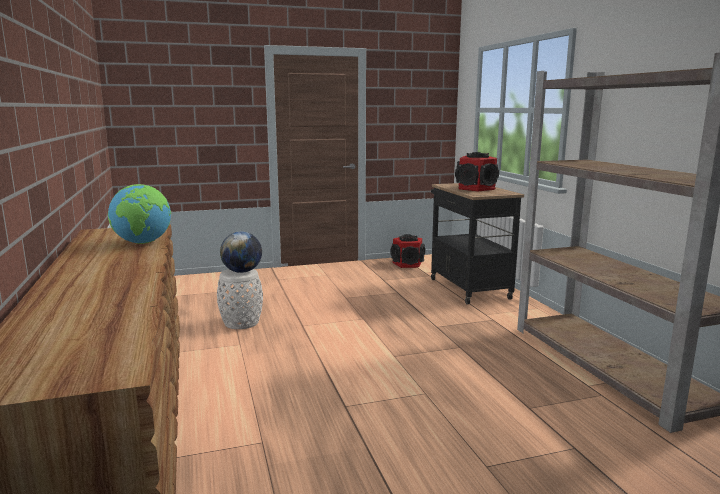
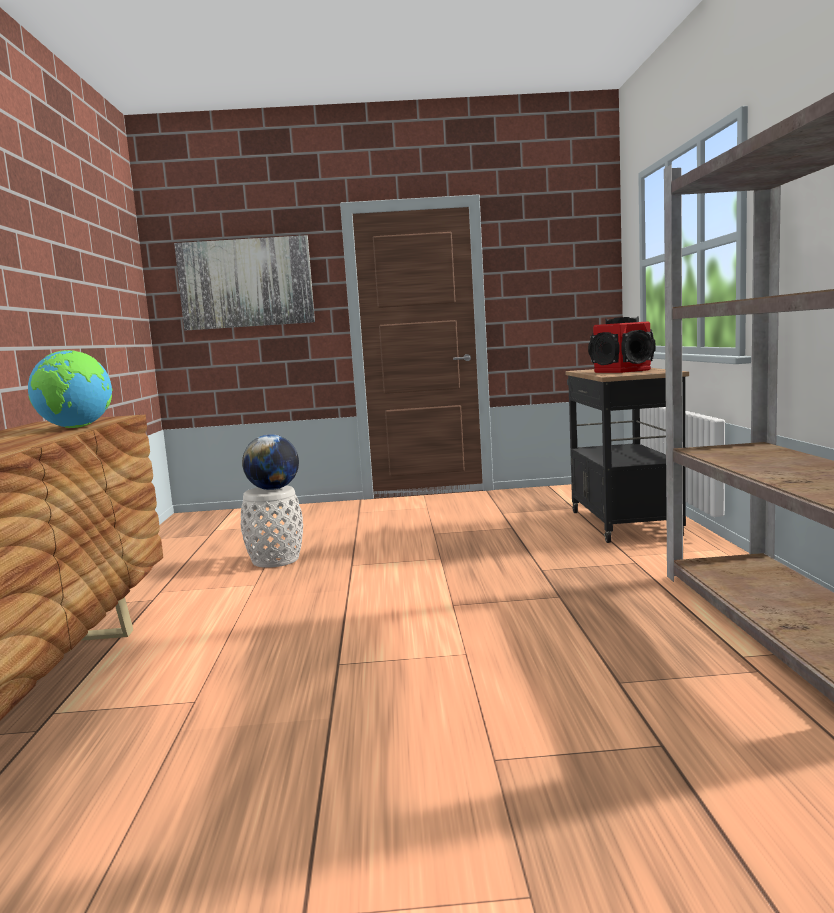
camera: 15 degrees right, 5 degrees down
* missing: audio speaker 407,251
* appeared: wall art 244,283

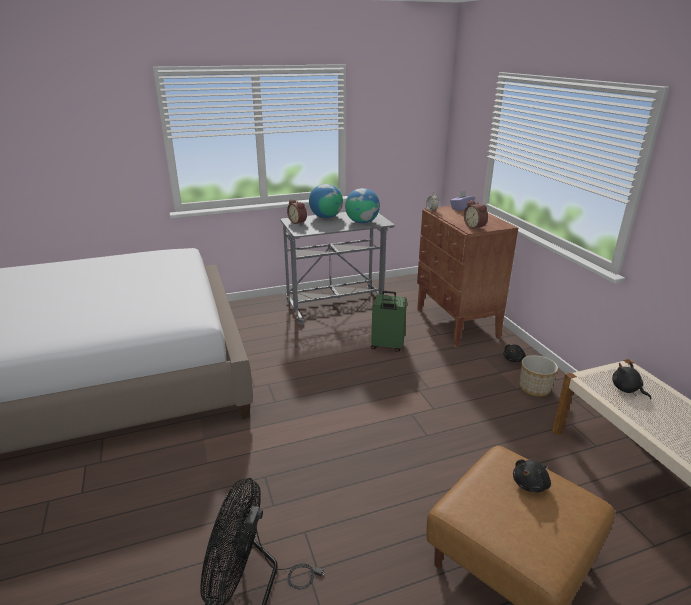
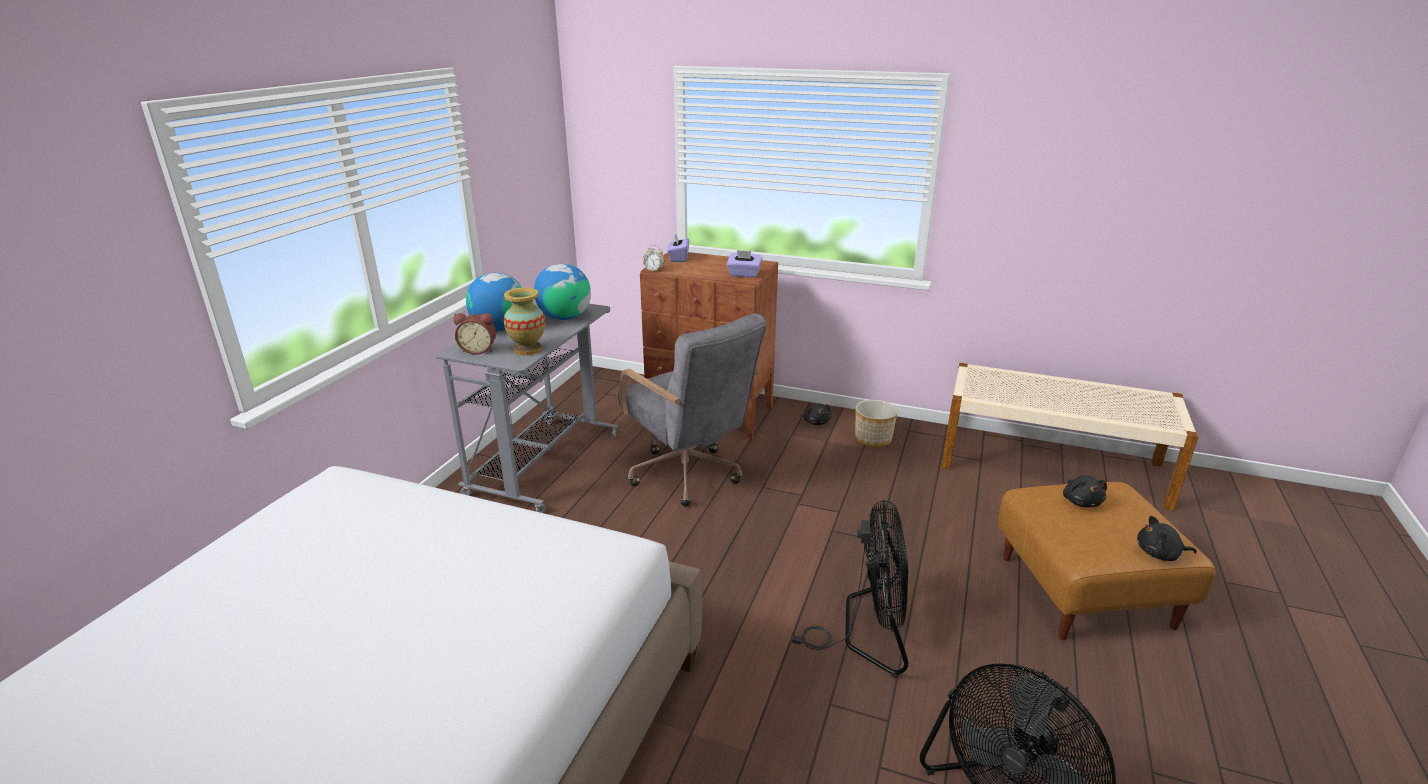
camera: 50 degrees left, 0 degrees up
* exchanged: suitcase (green-coloured) 389,321 to office chair (greyish) 692,409
* exchanged: table clock 476,215 to tissue box (purplish) 745,264
* relocated: plush toy (black) 631,381 to 1167,538
* appeared: decorative vase 524,321
* appeared: fan (black) 850,589

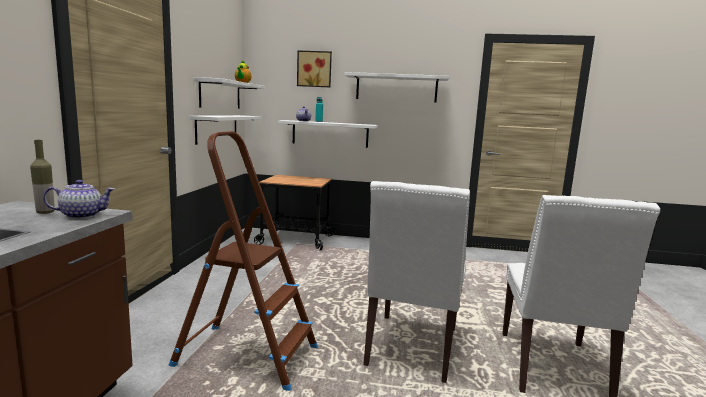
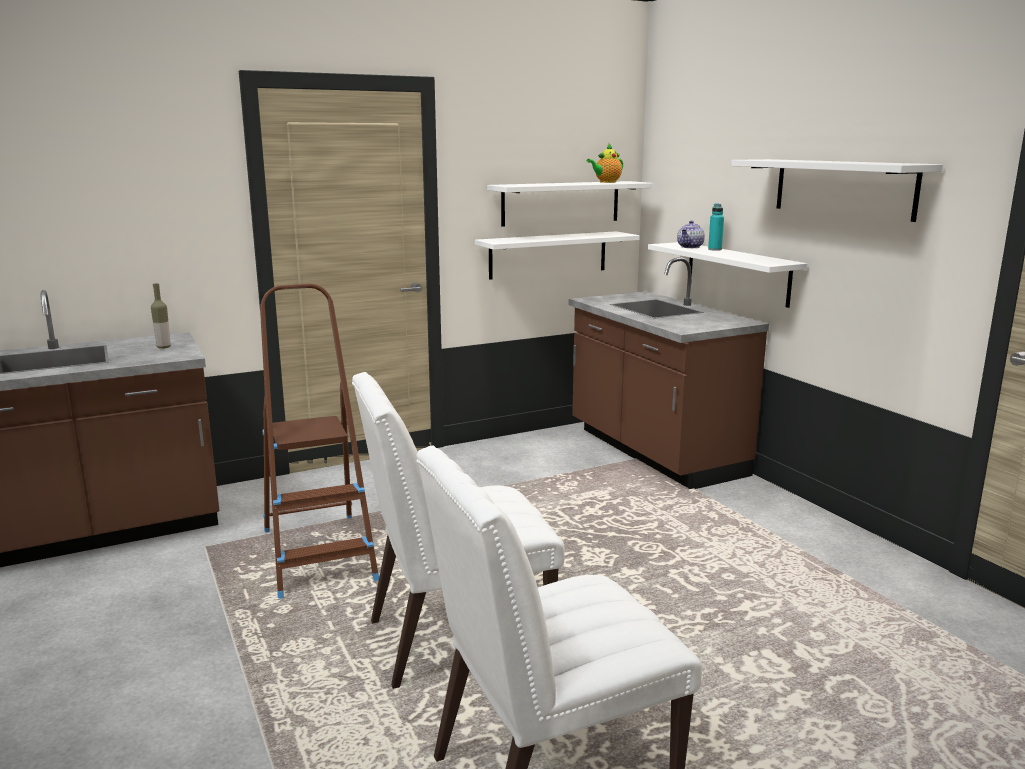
camera: 55 degrees right, 5 degrees up
* missing: tea pot 79,199
* exchanged: trolley 294,213 to kitchen base unit (brownish) 669,373
* missing: wall art 314,69

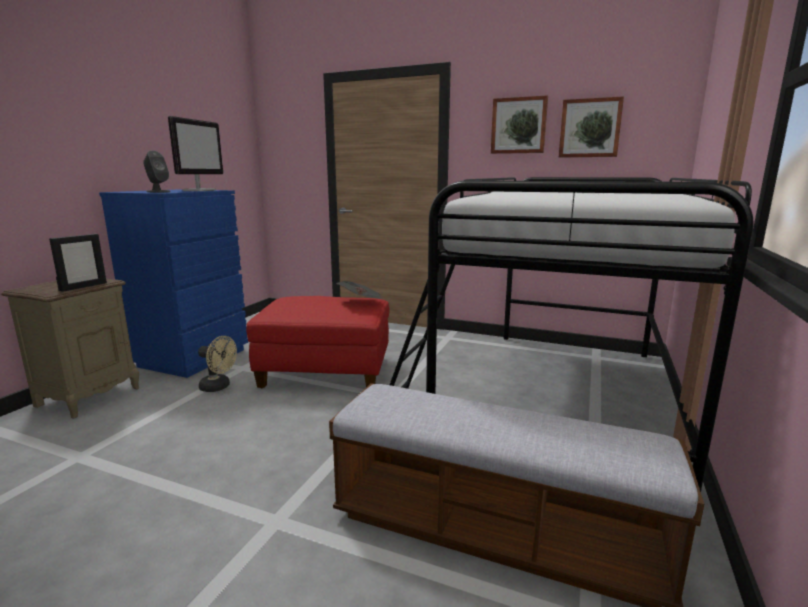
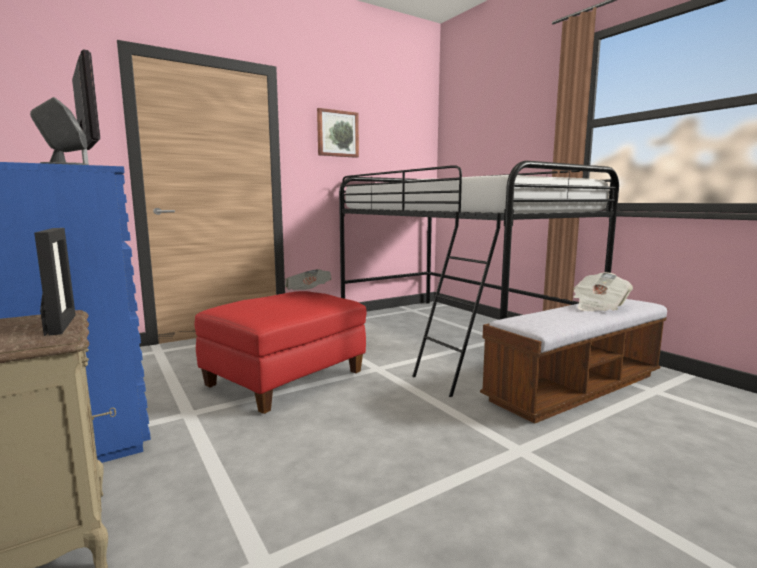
camera: 55 degrees left, 5 degrees down
* missing: fan (beige-coloured) 217,364
* missing: wall art 591,127
* appeared: newspaper 603,291

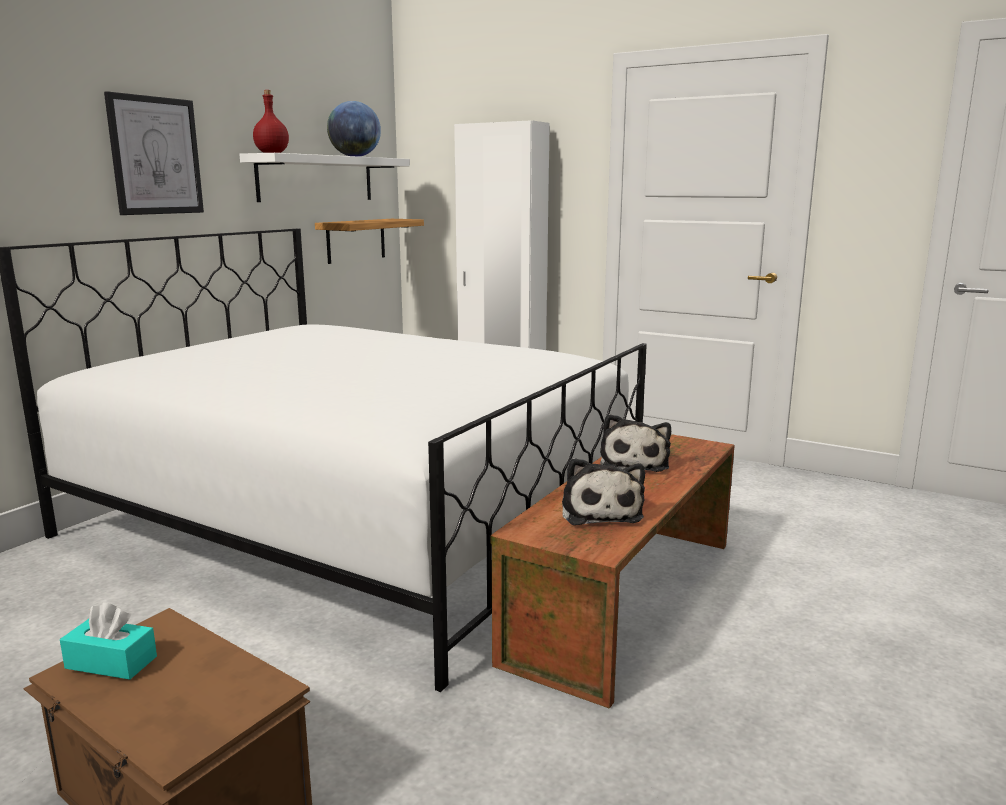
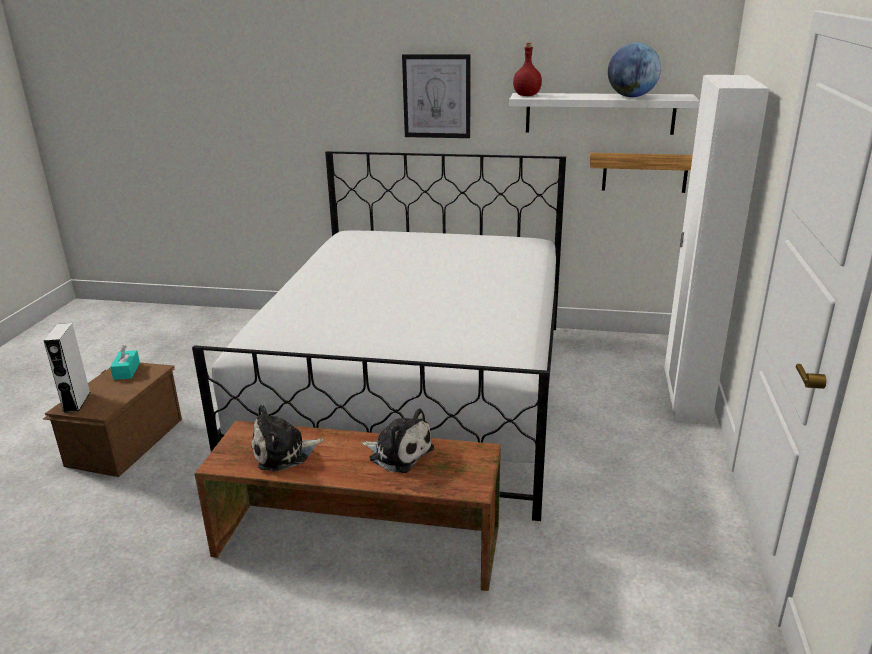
camera: 70 degrees right, 10 degrees up
* spun: plush toy 635,443 = 397,440 135 degrees counterclockwise
* appeared: audio speaker (white) 66,368

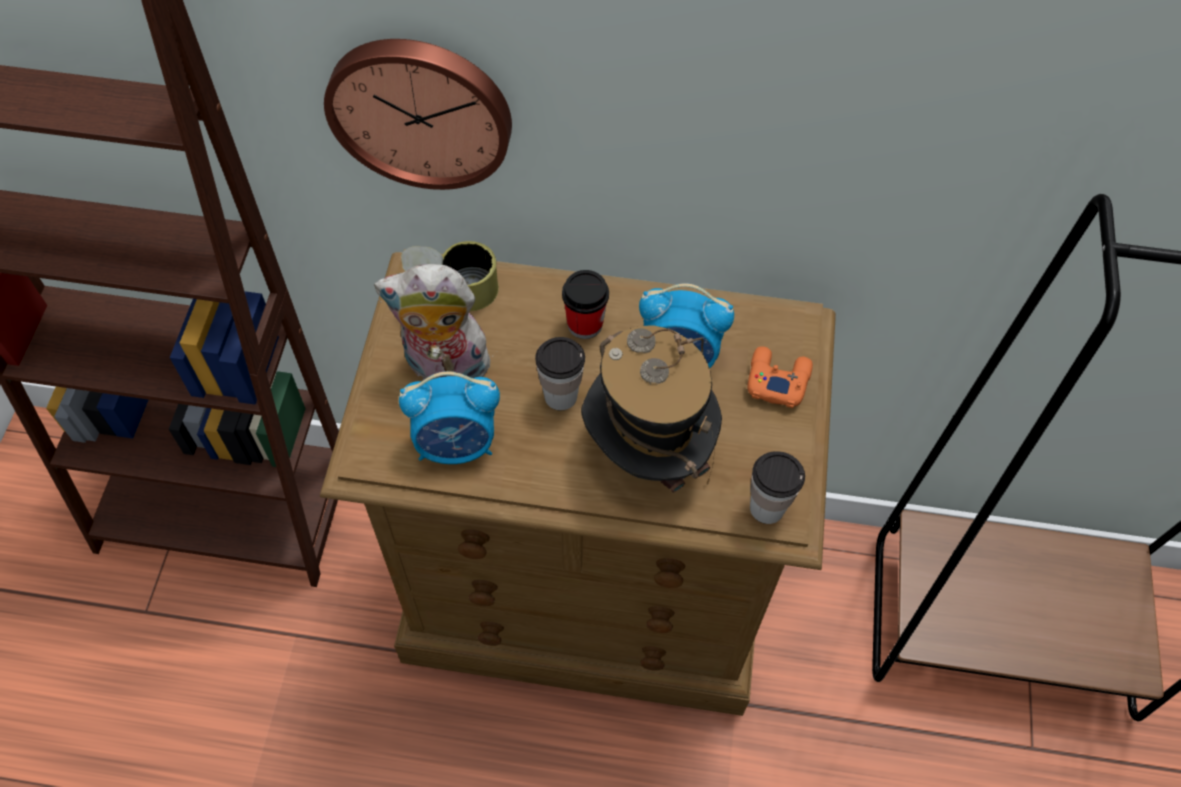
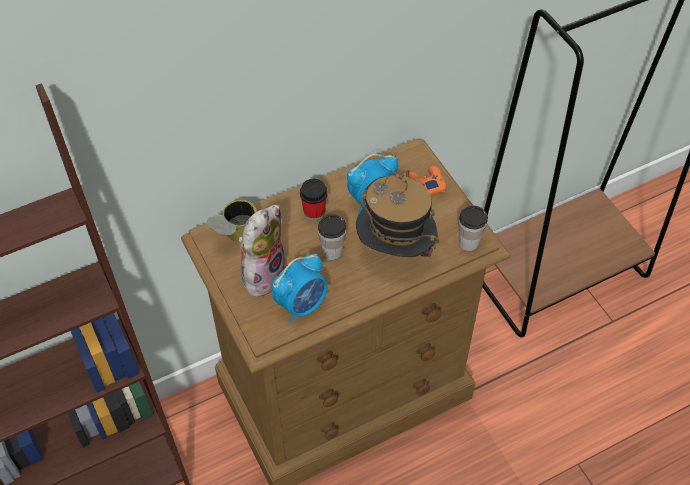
camera: 35 degrees left, 5 degrees down
* missing: clock on the wall 418,114
* spun: plush toy 434,322 = 261,251 150 degrees clockwise

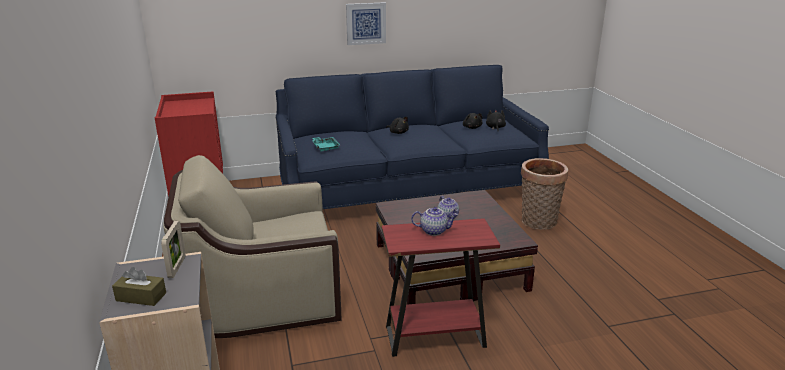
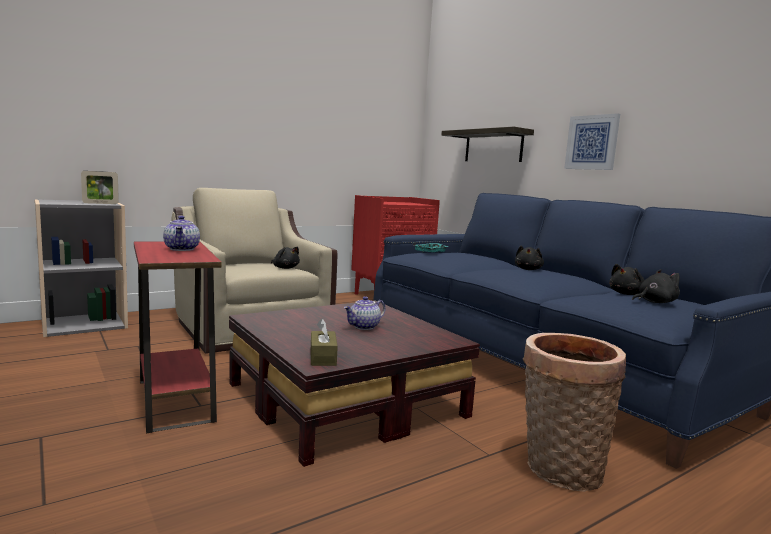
camera: 70 degrees right, 15 degrees down
* relocated: tissue box (brownish) 139,286 to 324,342
* appeared: plush toy (black) 285,258
* appeared: shelf 487,144

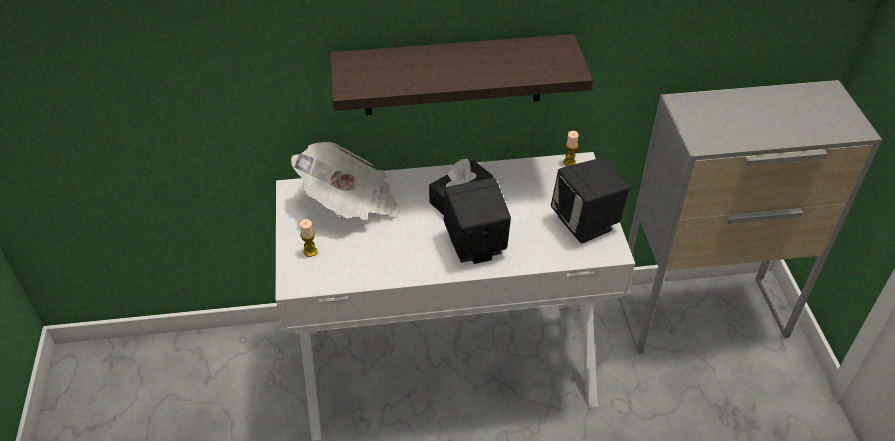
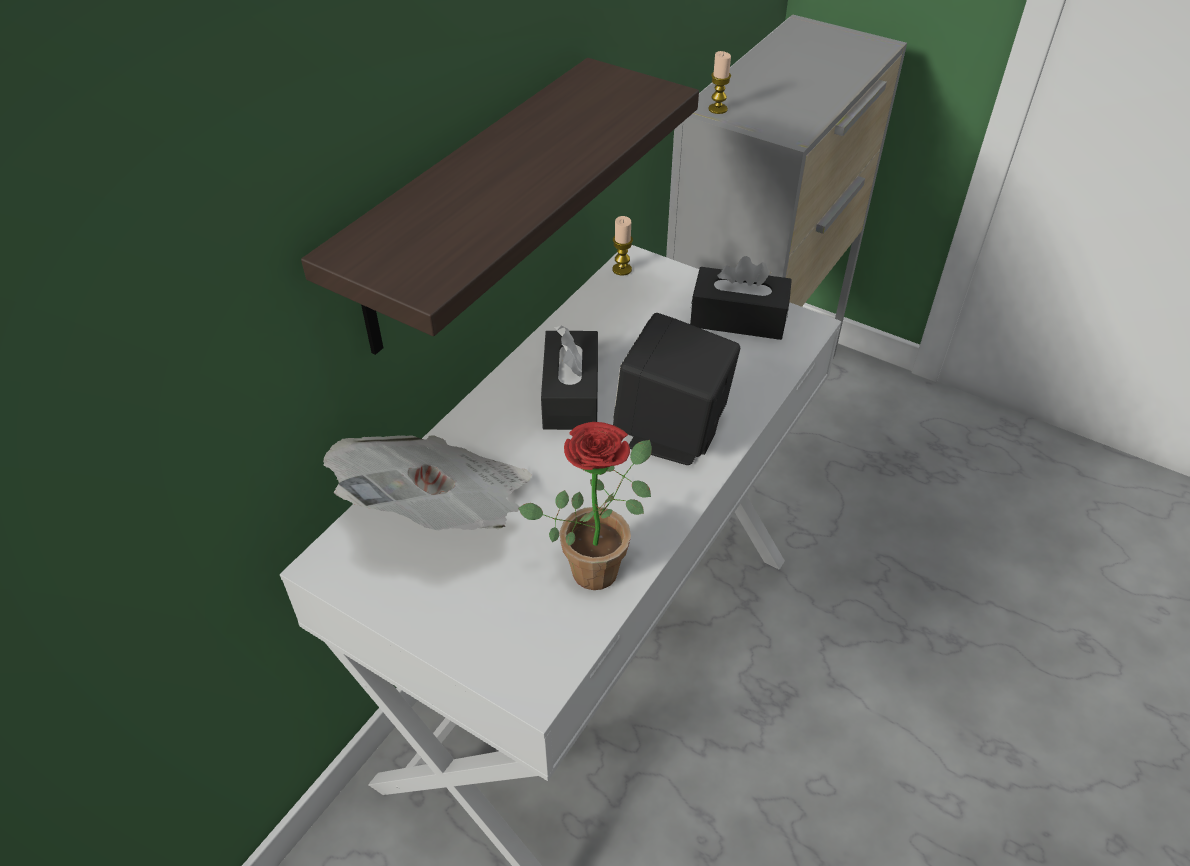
camera: 50 degrees left, 0 degrees up
* relocated: candle 308,238 to 719,82
* exchanged: audio speaker (black) 590,201 to tissue box (black) 741,298
* appeared: potted plant 585,506

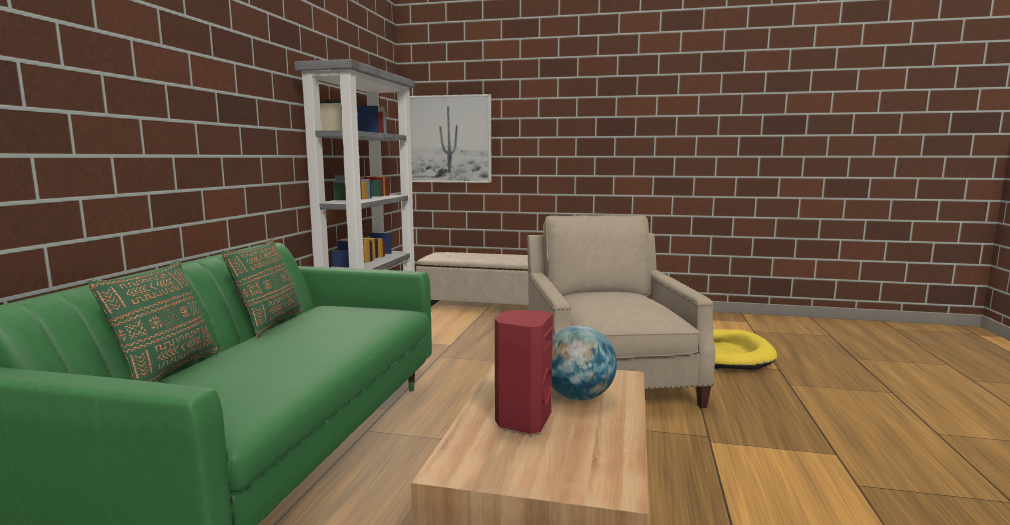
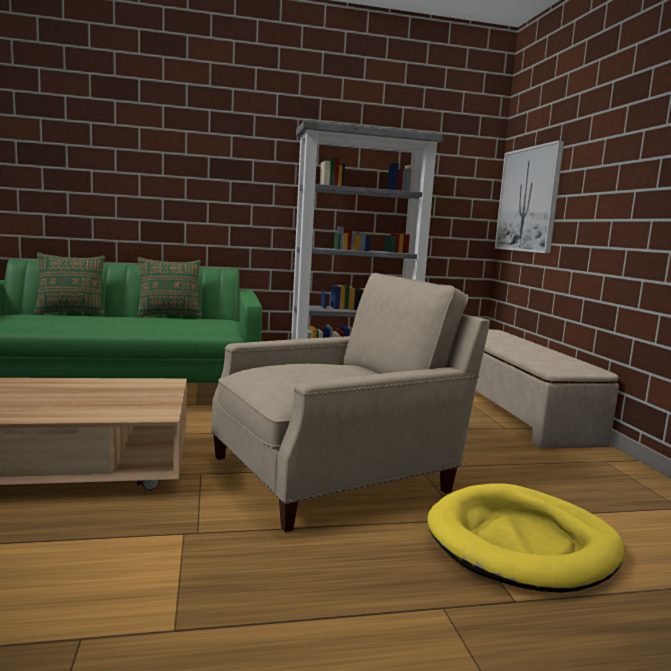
camera: 65 degrees right, 0 degrees up
* missing: audio speaker (red) 524,372
* missing: world globe 584,363

